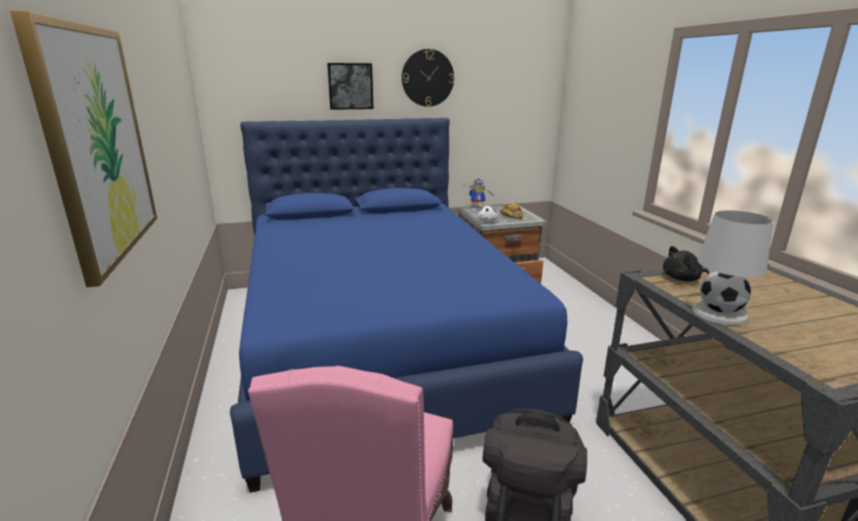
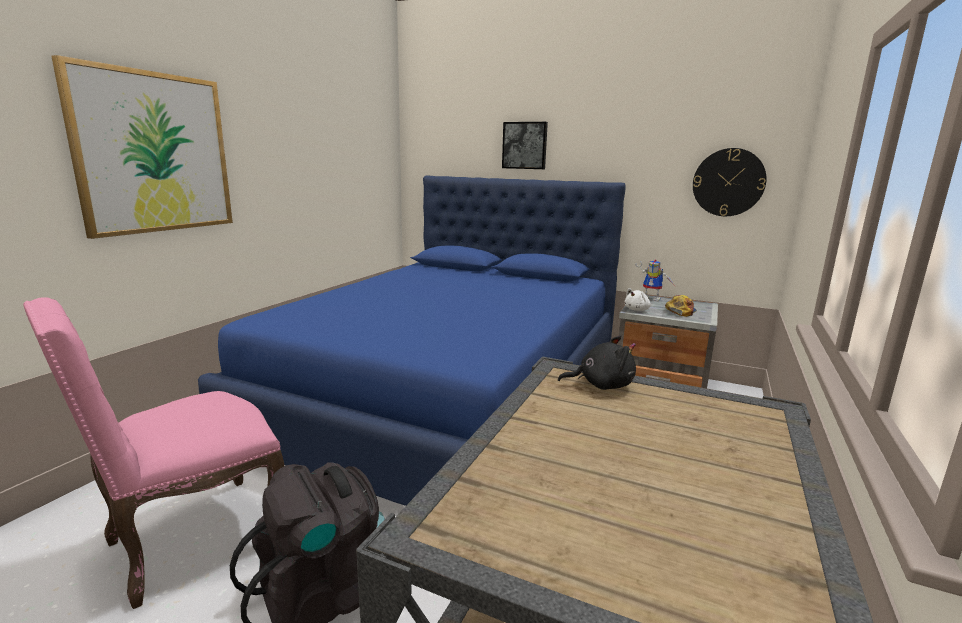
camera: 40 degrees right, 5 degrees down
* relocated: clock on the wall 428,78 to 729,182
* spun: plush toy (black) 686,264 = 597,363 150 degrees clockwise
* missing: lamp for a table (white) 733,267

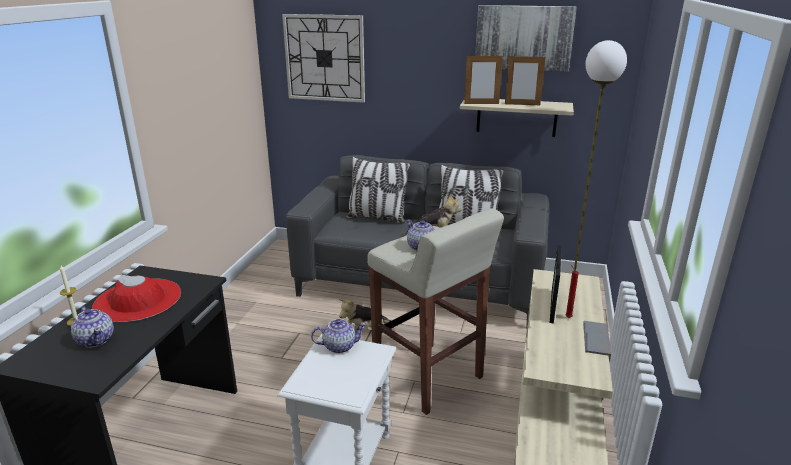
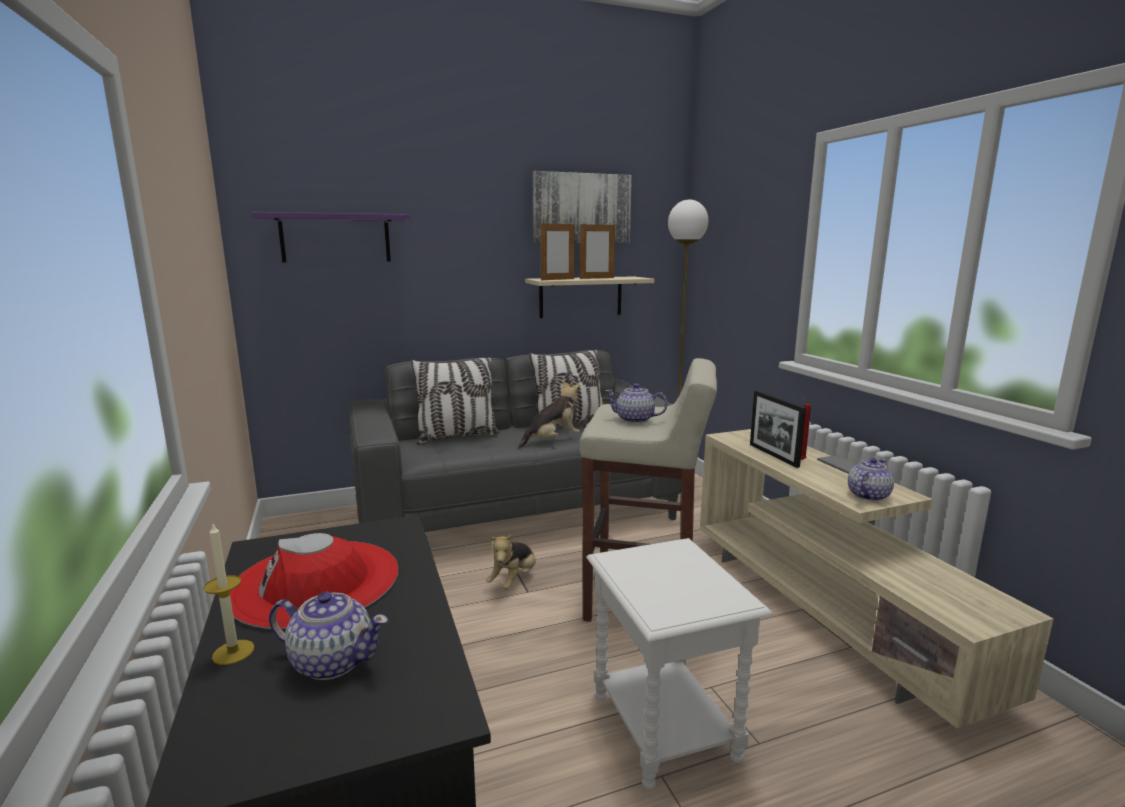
camera: 35 degrees left, 10 degrees down
* exchanged: clock on the wall 323,58 to shelf (purplish) 331,237
* relocated: tea pot 338,336 to 871,479

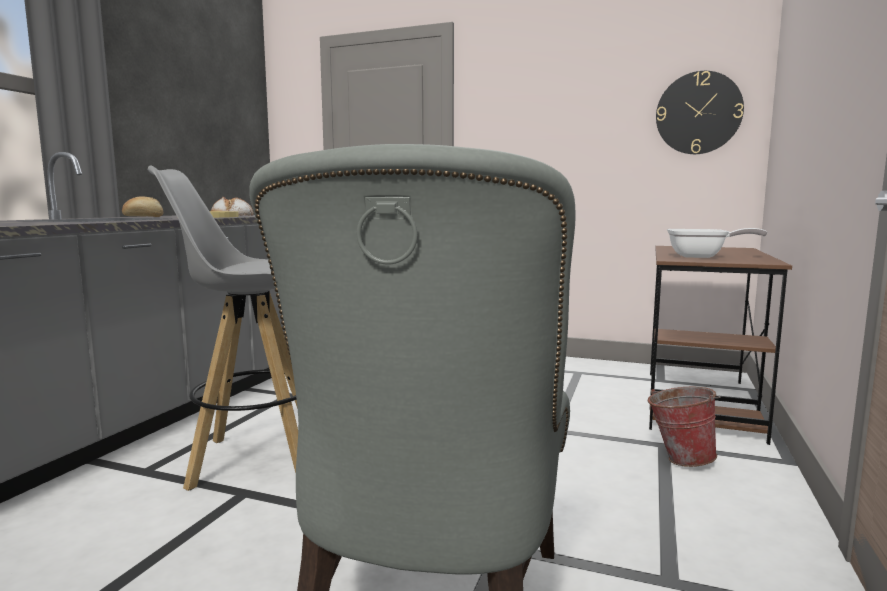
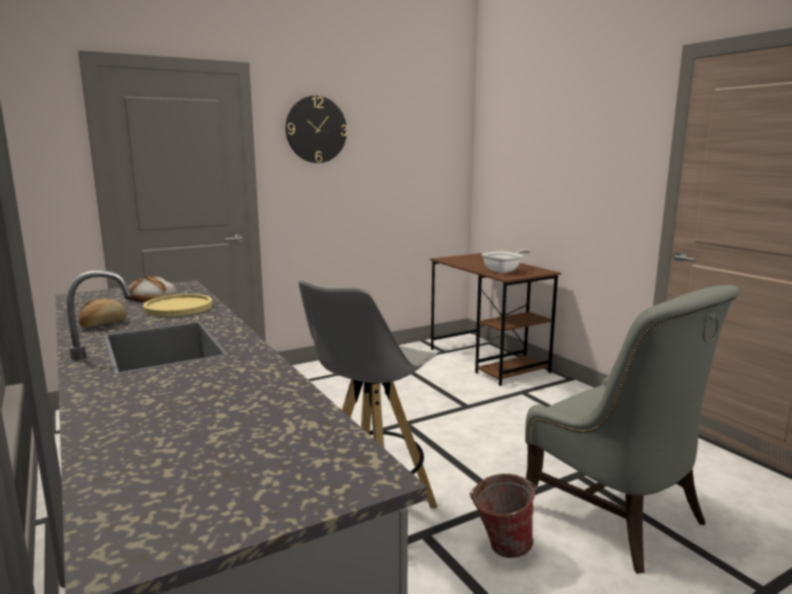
camera: 50 degrees left, 5 degrees up
* relocated: water bucket 684,426 to 503,516
* relocated: clock on the wall 700,112 to 316,129

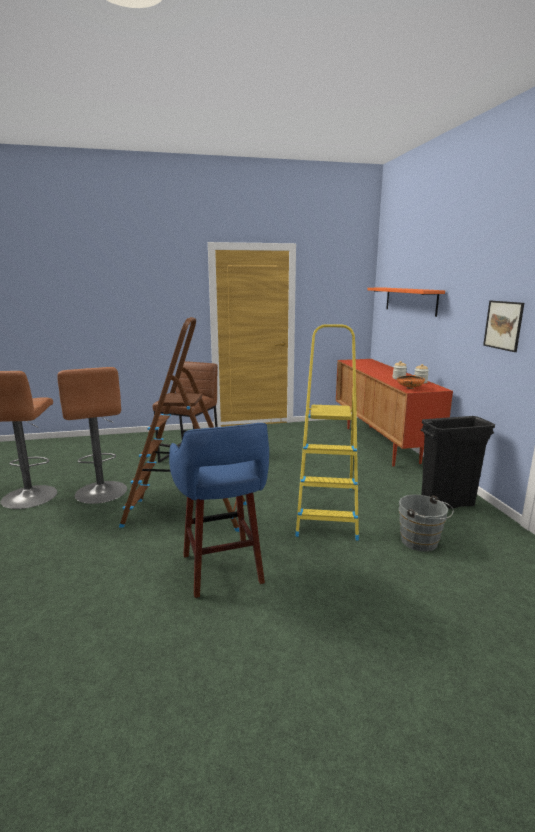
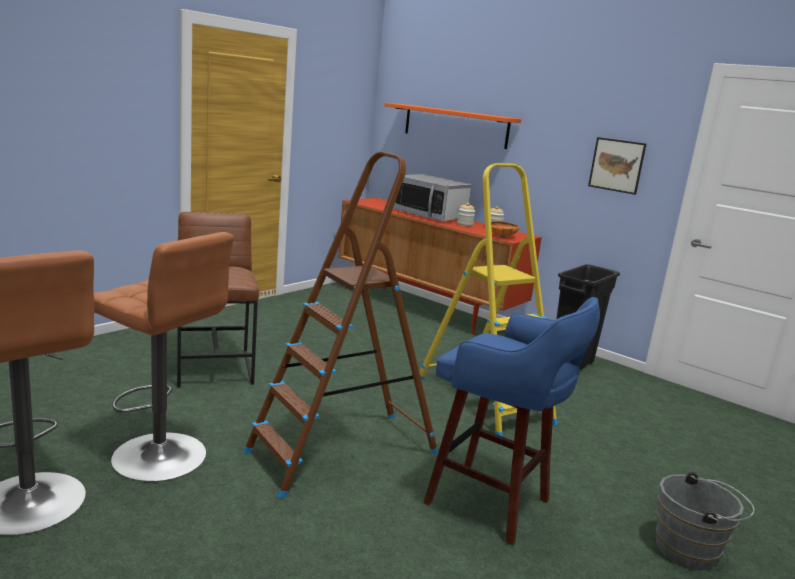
camera: 40 degrees left, 0 degrees up
* relocated: water bucket (greyish) 426,523 to 705,521
* appeared: microwave oven 432,198

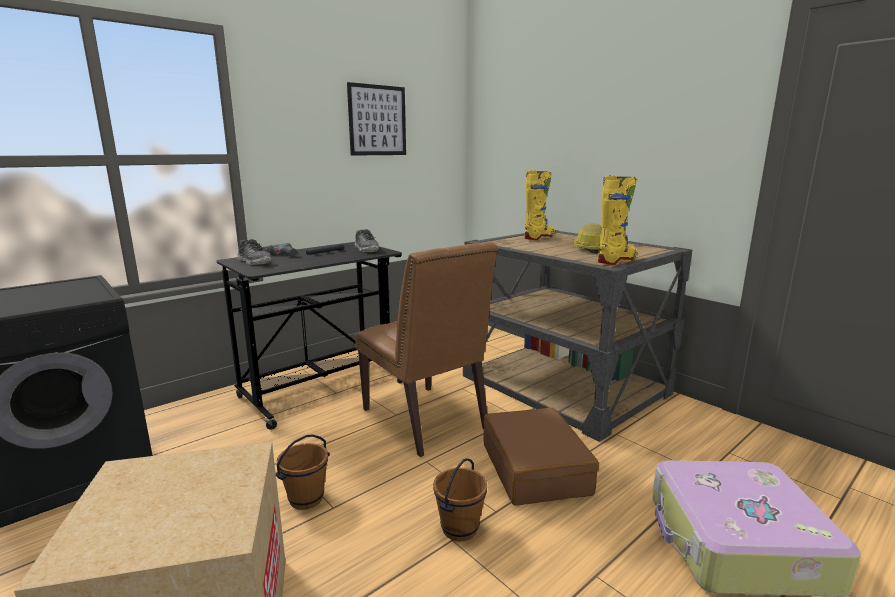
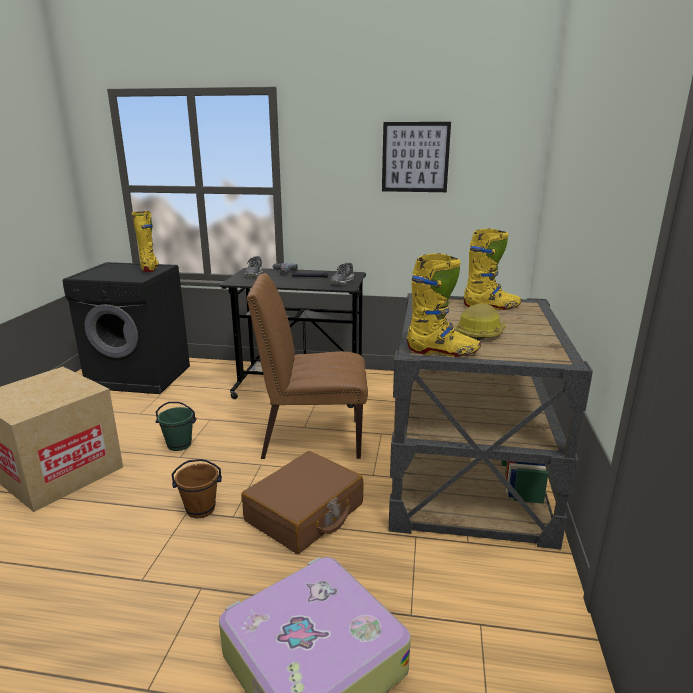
camera: 50 degrees right, 5 degrees up
* colour: water bucket (brownish) 303,472 to water bucket (green-coloured) 176,426
* spun: plain chair (brownish) 426,349 = 307,366 75 degrees clockwise
* appeared: high-top boot (yellowish) 145,241

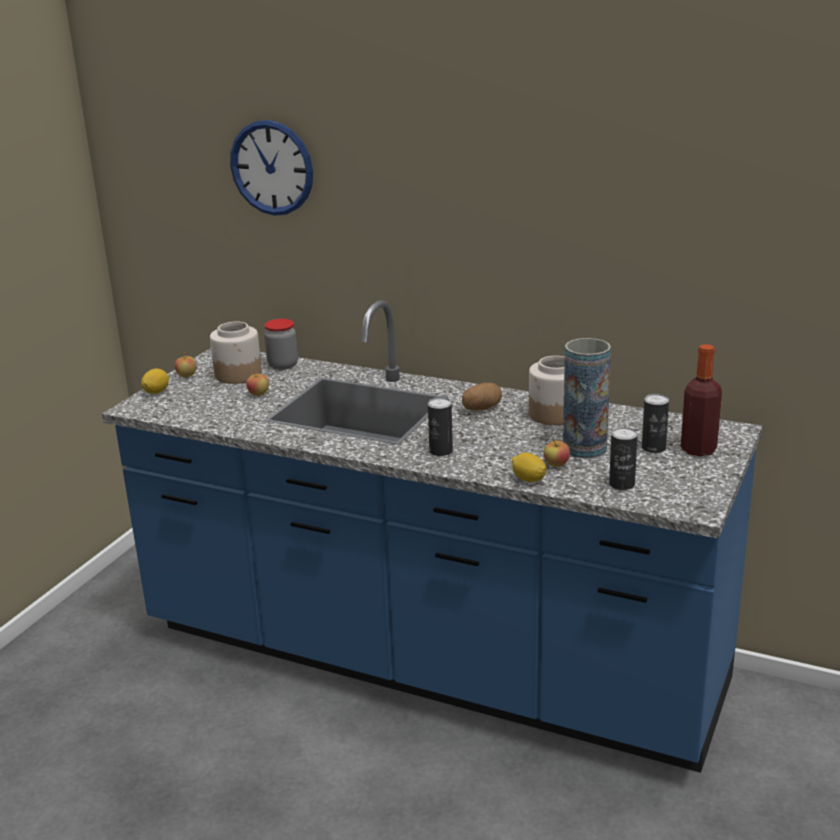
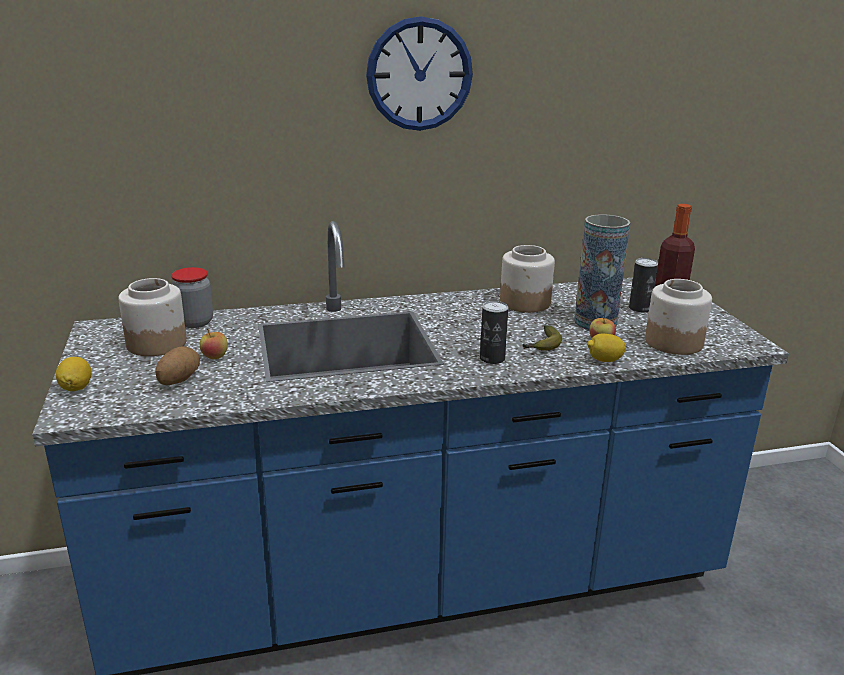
camera: 40 degrees left, 0 degrees up
* missing: whole apple 186,364
* relocated: clock on the wall 271,168 to 419,73
* relocated: potato 482,397 to 177,366
* exchanged: sealed can 623,458 to preserve jar 678,317
* appeared: whole banana 542,338

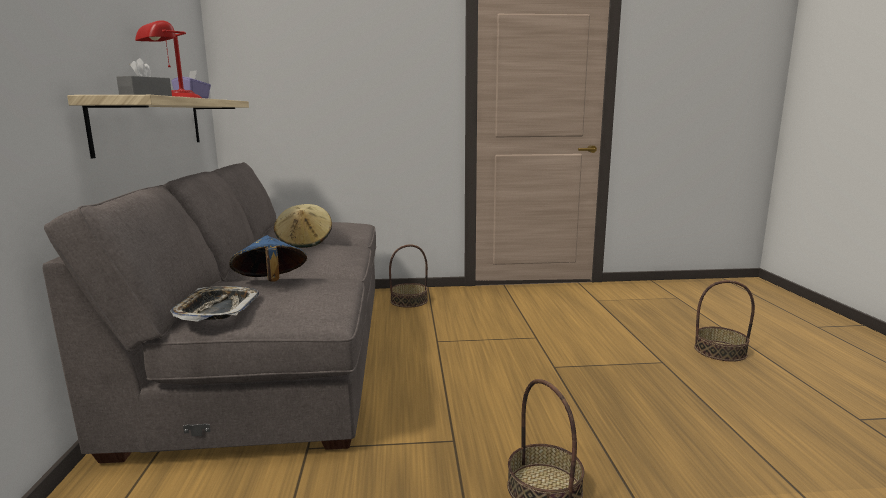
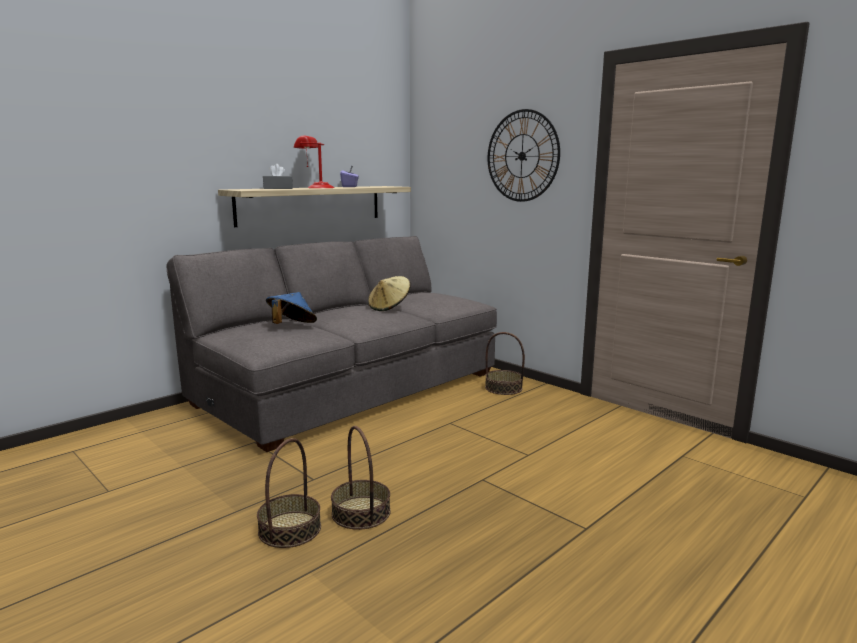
camera: 50 degrees right, 0 degrees up
* missing: tray 214,304
* relocated: storage basket 724,321 to 361,478
* appeared: clock on the wall 524,155

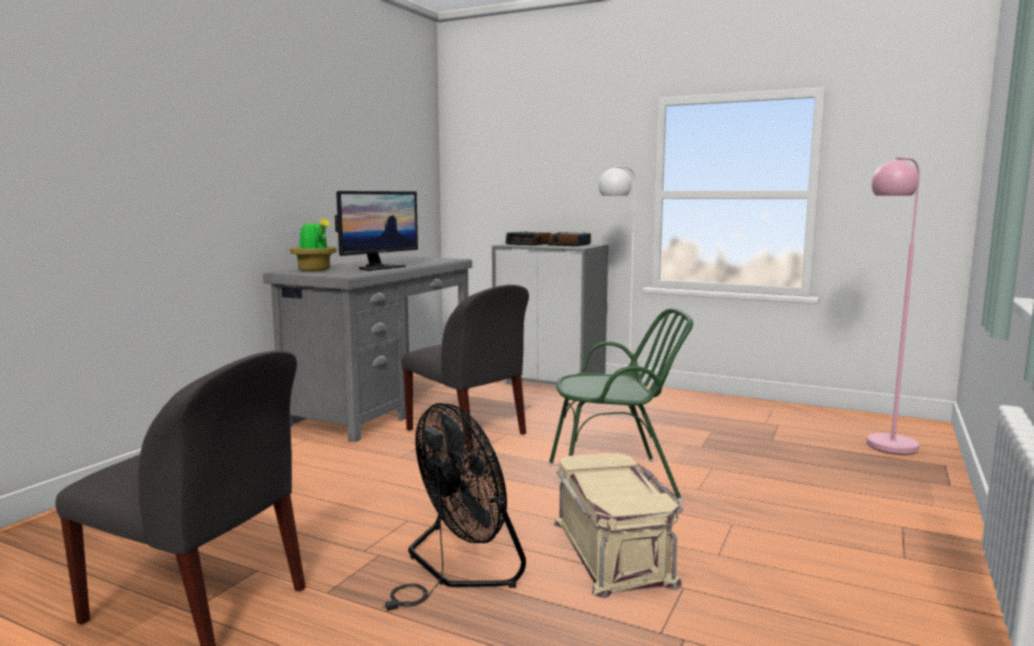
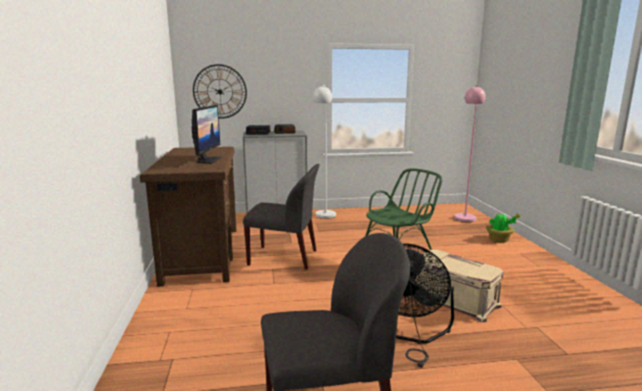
camera: 35 degrees left, 5 degrees up
* colour: desk table (greyish) 367,349 to desk table (brownish) 188,217
* relocated: potted plant 313,244 to 503,227
* appeared: clock on the wall 220,91

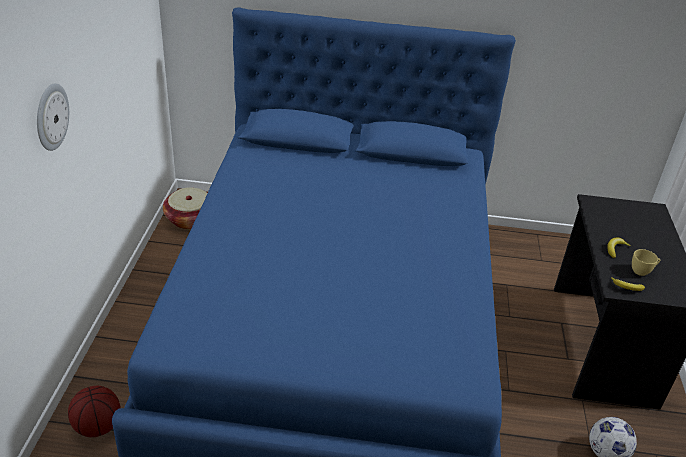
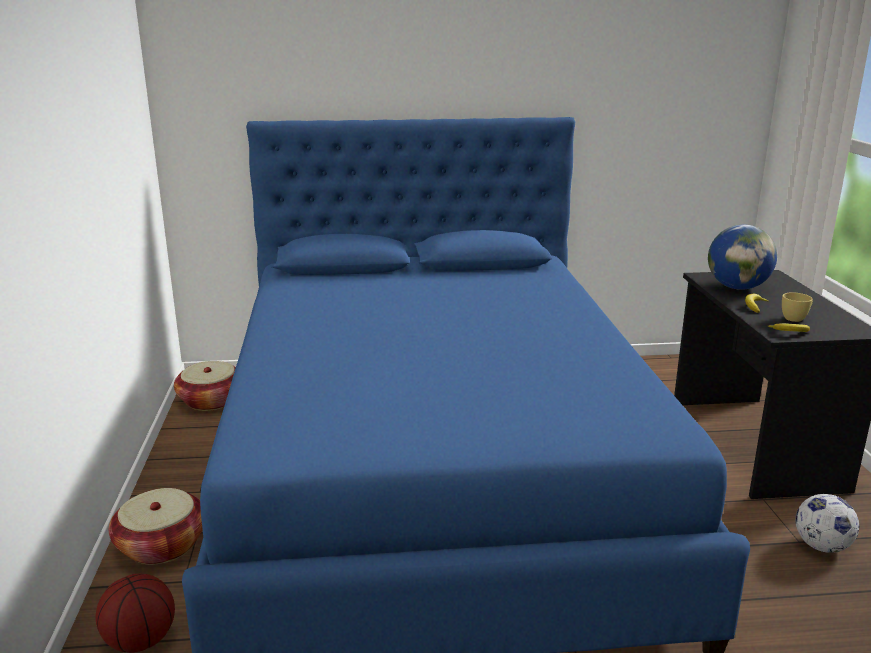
camera: 10 degrees left, 15 degrees down
* missing: clock on the wall 53,117
* appeared: storage basket 156,526
* appeared: world globe 742,257

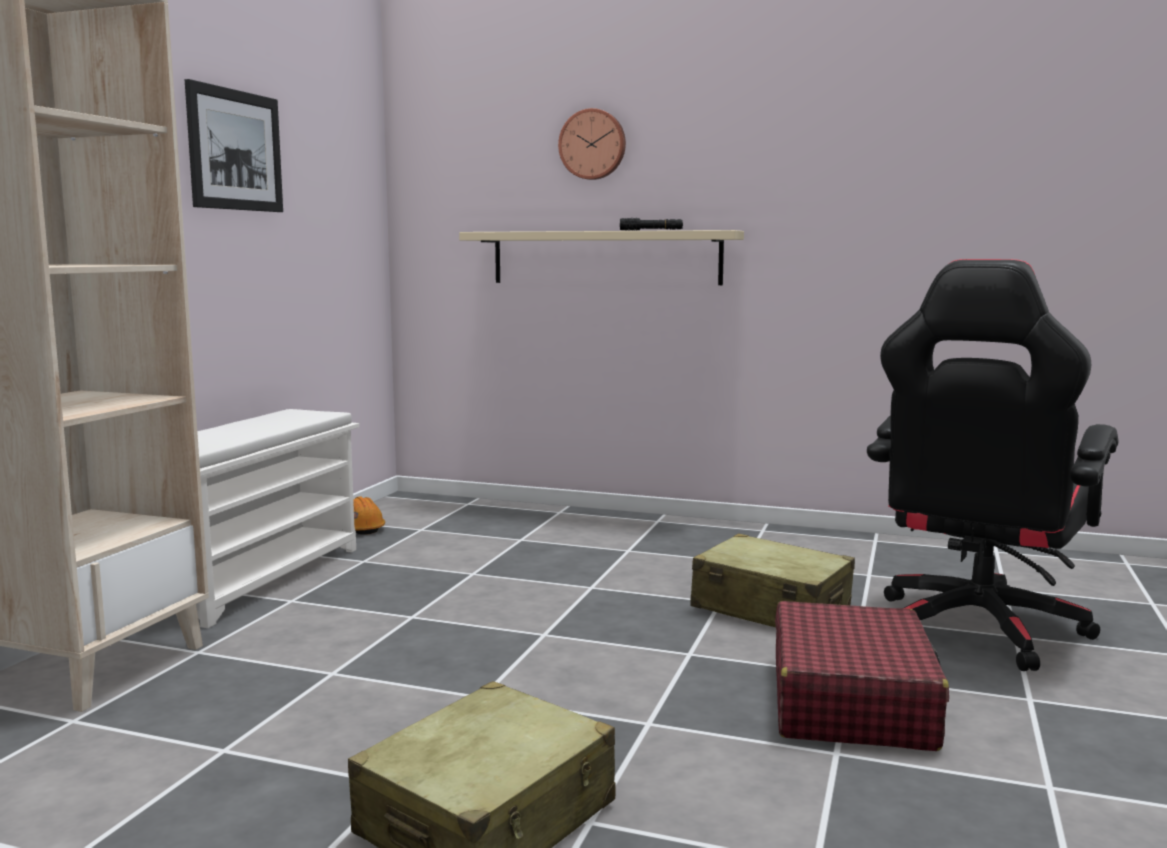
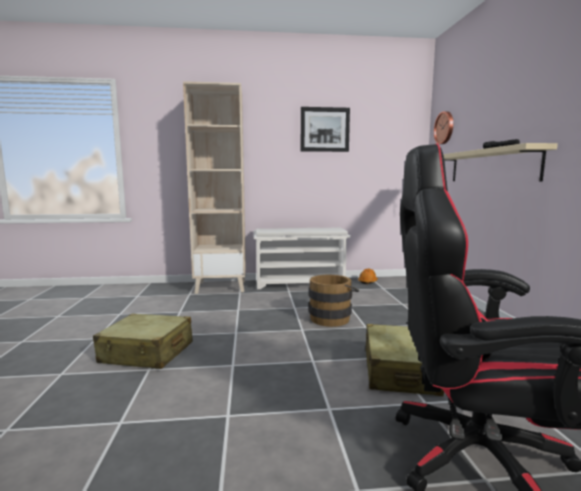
camera: 65 degrees right, 0 degrees up
* relocated: clock on the wall 592,144 to 443,127
* missing: suitcase (red) 862,676
* appeared: water bucket (brownish) 334,301

